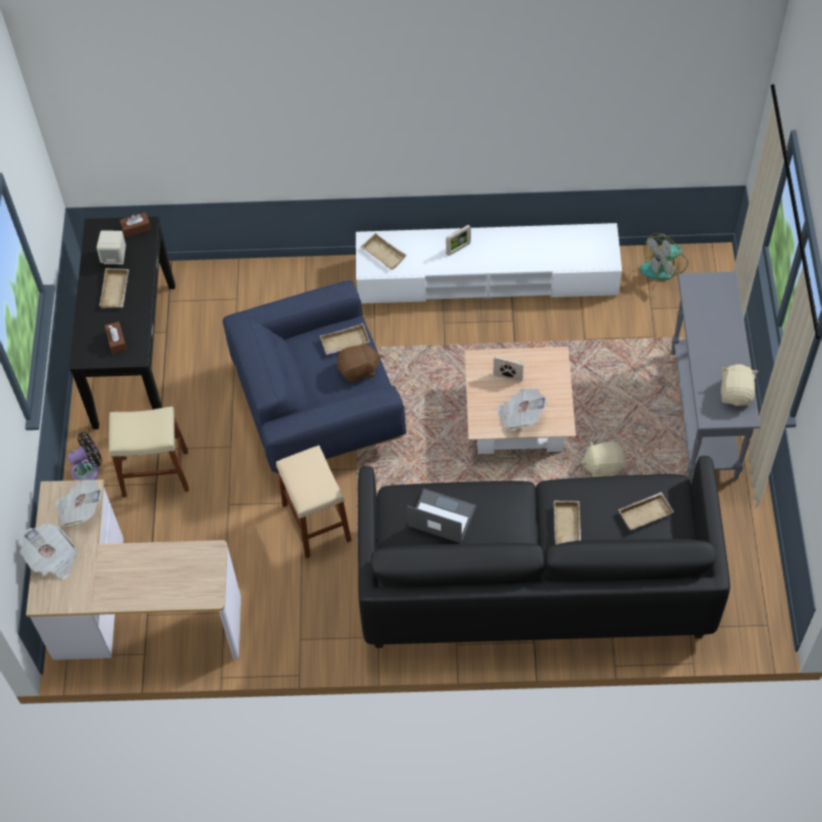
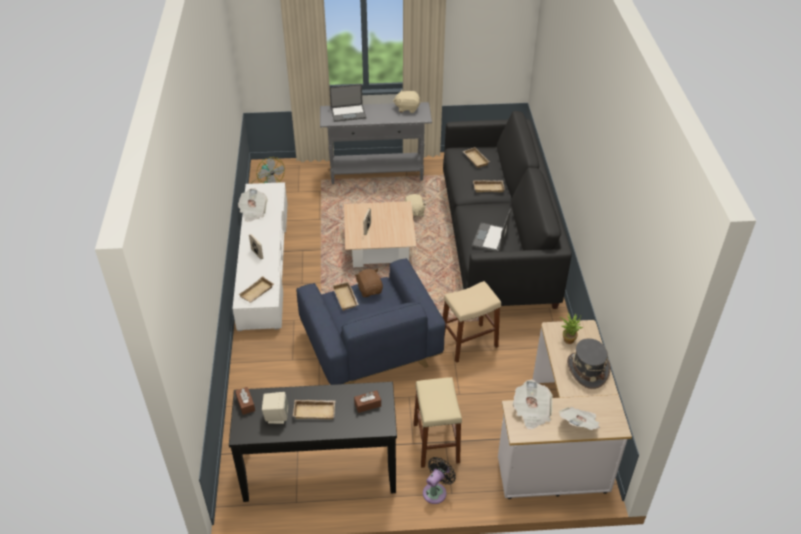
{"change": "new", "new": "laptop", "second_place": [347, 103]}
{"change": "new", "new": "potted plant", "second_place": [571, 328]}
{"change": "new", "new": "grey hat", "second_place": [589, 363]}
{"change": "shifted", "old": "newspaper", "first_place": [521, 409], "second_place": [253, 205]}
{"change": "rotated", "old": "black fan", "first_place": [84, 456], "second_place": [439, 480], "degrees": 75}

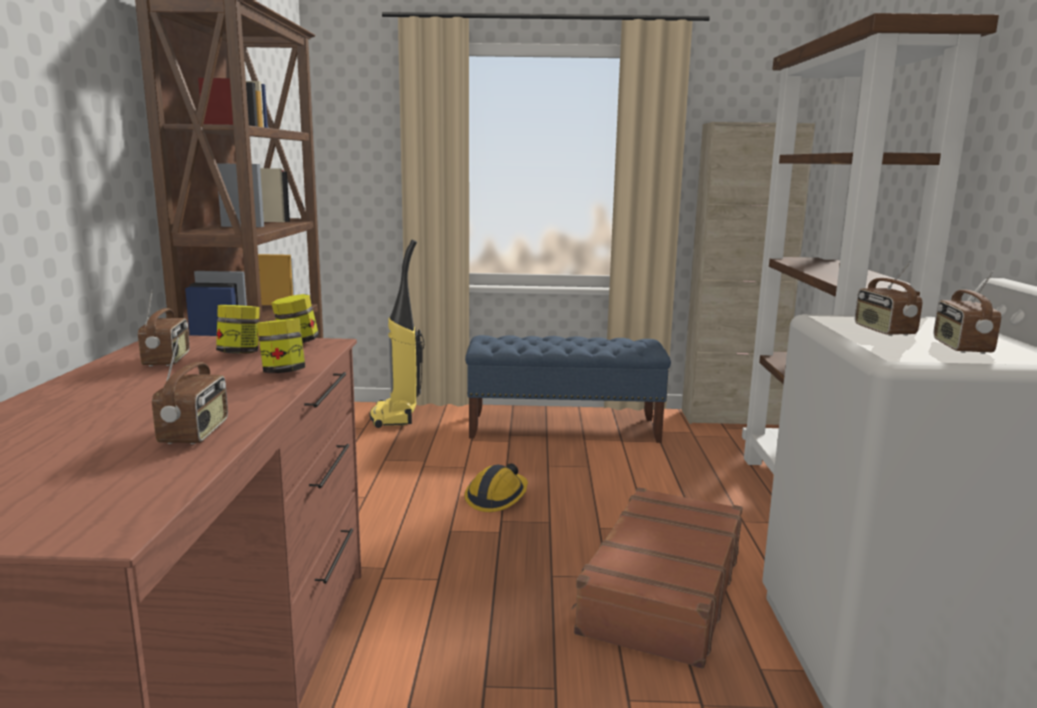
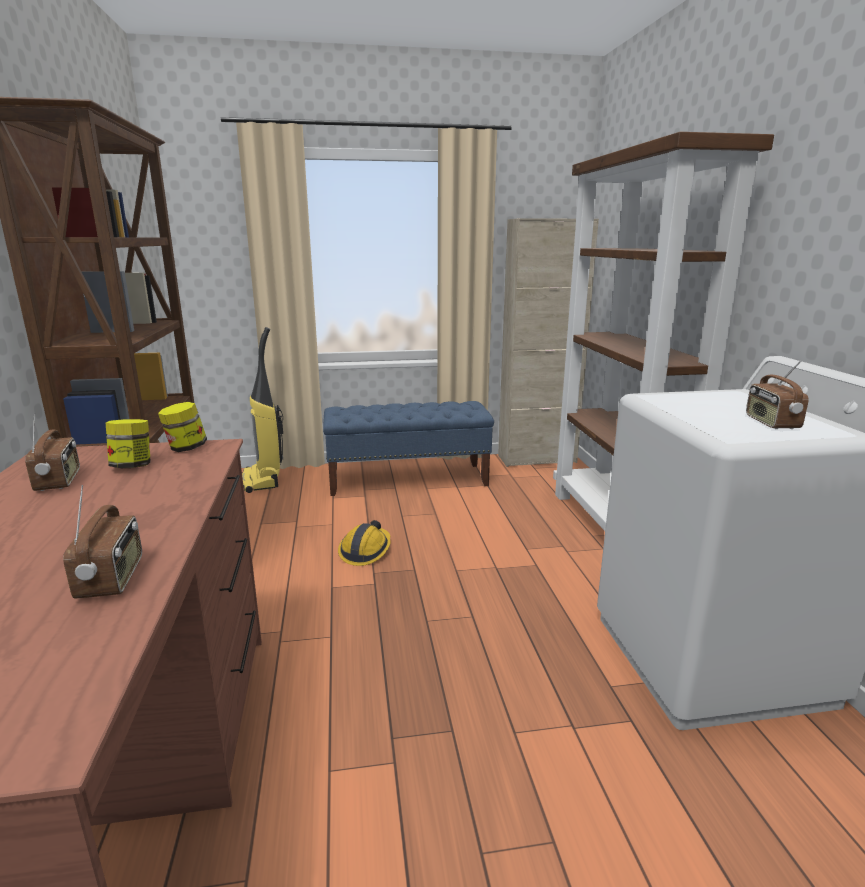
{"change": "gone", "old": "jar", "first_place": [281, 345]}
{"change": "gone", "old": "brown suitcase", "first_place": [656, 578]}
{"change": "gone", "old": "radio", "first_place": [888, 298]}

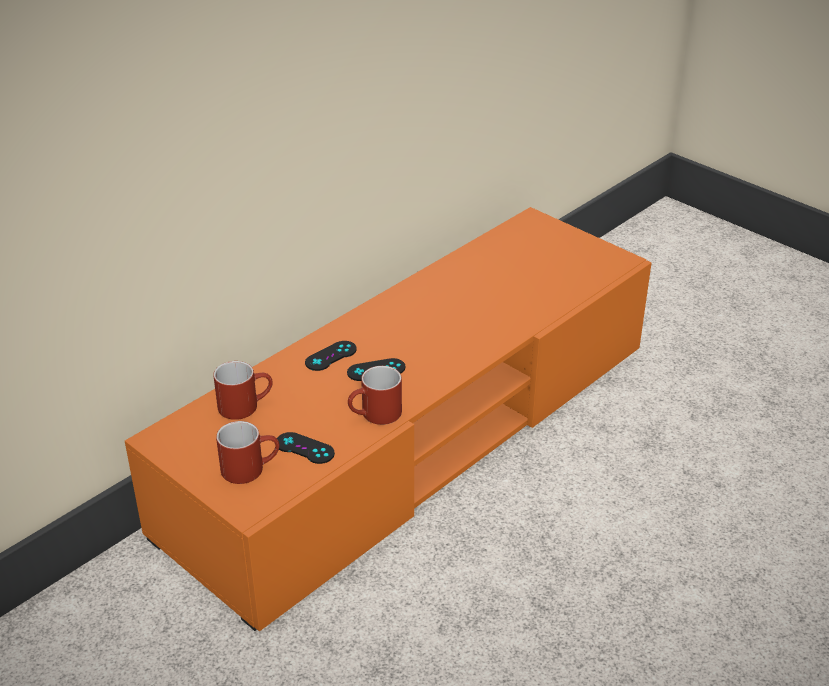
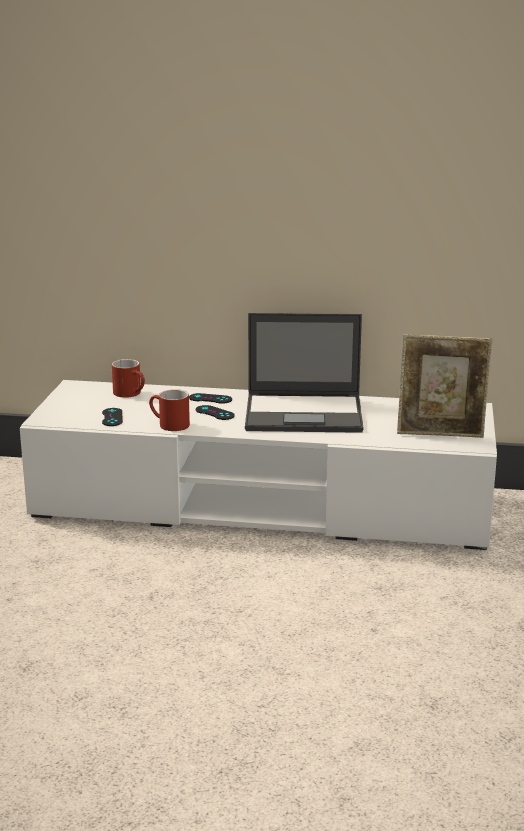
{"change": "gone", "old": "red mug", "first_place": [247, 452]}
{"change": "new", "new": "laptop", "second_place": [304, 373]}
{"change": "new", "new": "picture frame", "second_place": [445, 386]}
{"change": "repainted", "old": "orange tv stand", "new": "white tv stand", "first_place": [388, 419], "second_place": [258, 465]}

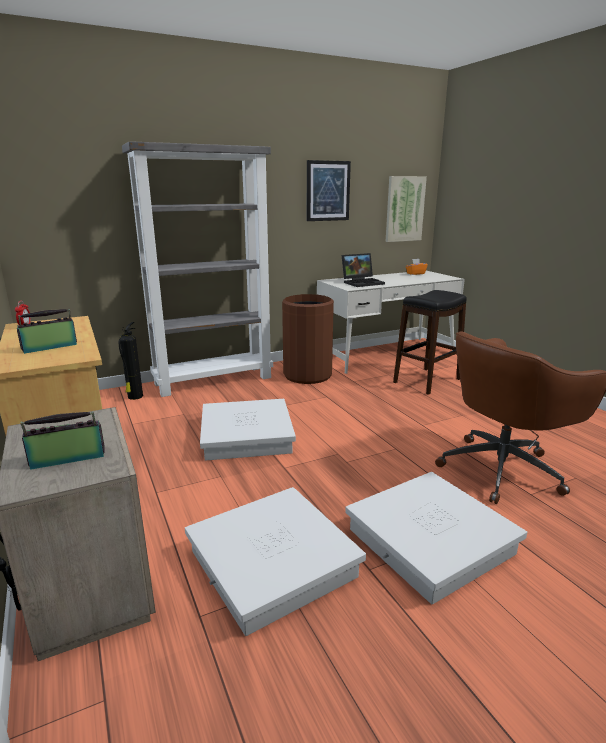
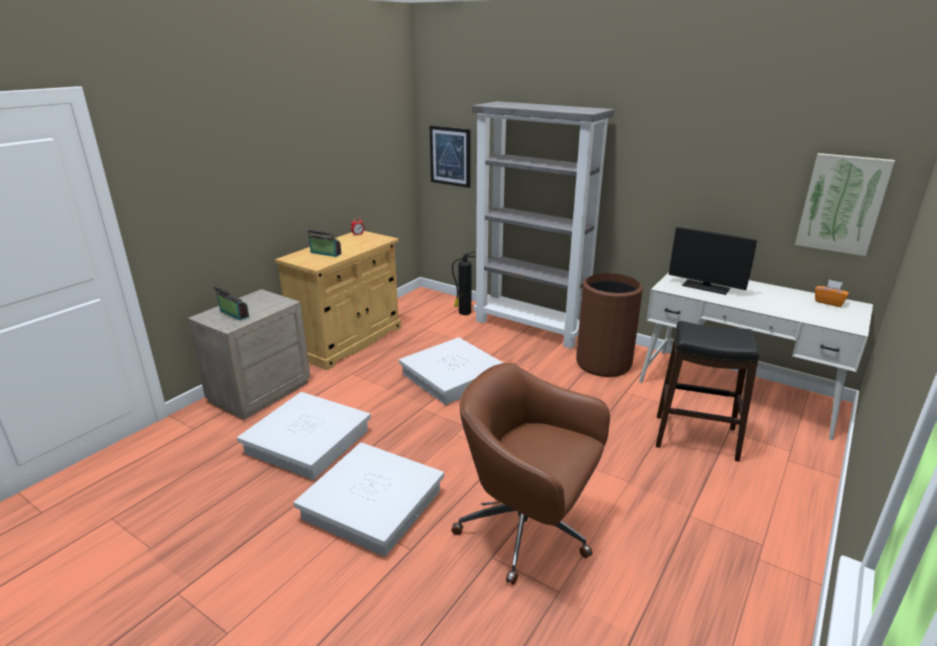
{"change": "shifted", "old": "picture", "first_place": [329, 190], "second_place": [450, 157]}
{"change": "swapped", "old": "laptop", "new": "monitor", "first_place": [363, 270], "second_place": [713, 261]}

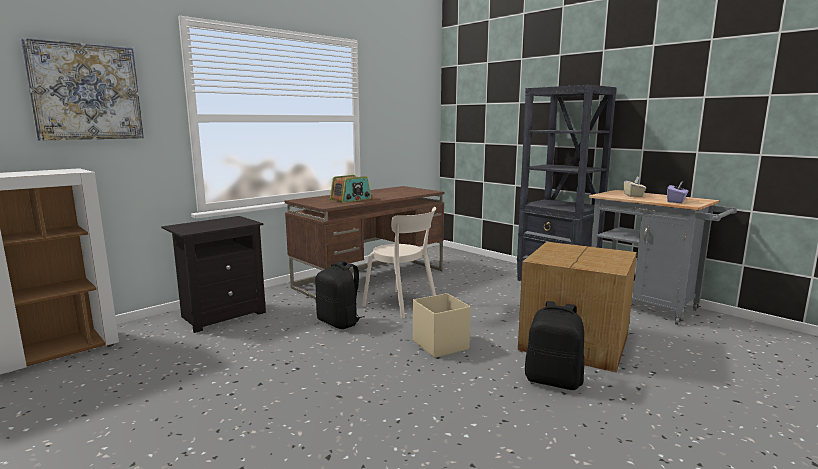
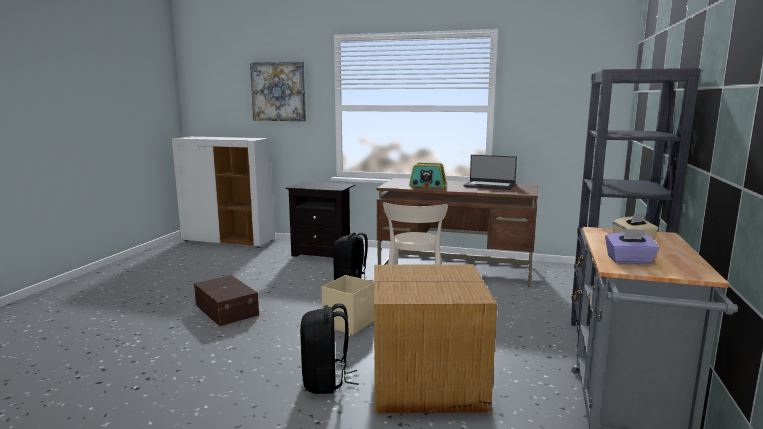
{"change": "new", "new": "brown storage box", "second_place": [226, 300]}
{"change": "new", "new": "laptop", "second_place": [490, 172]}

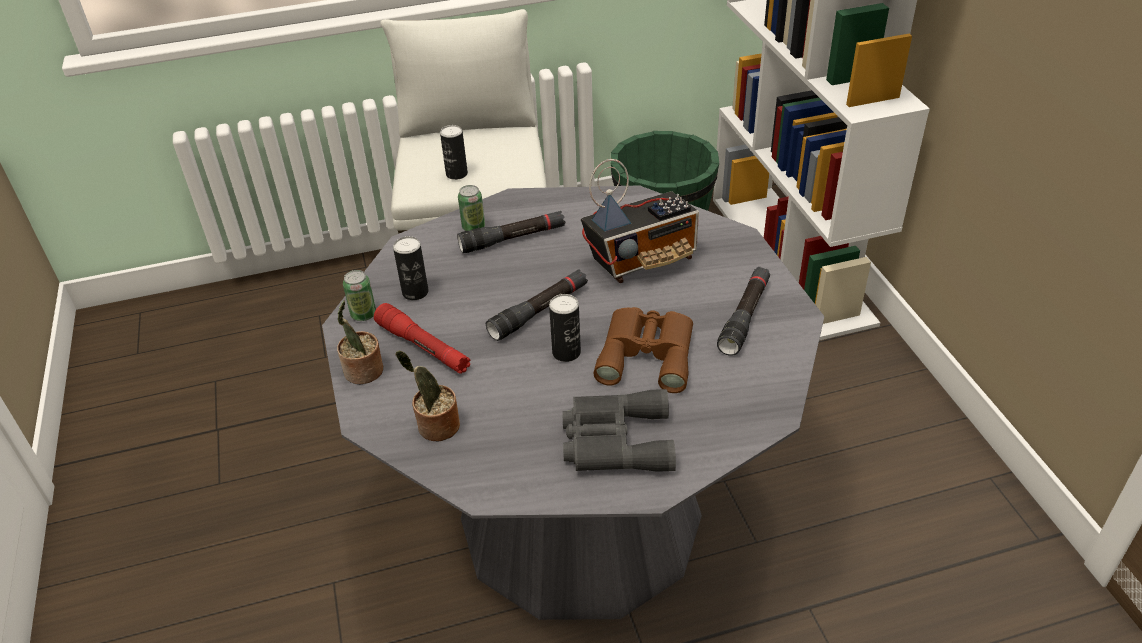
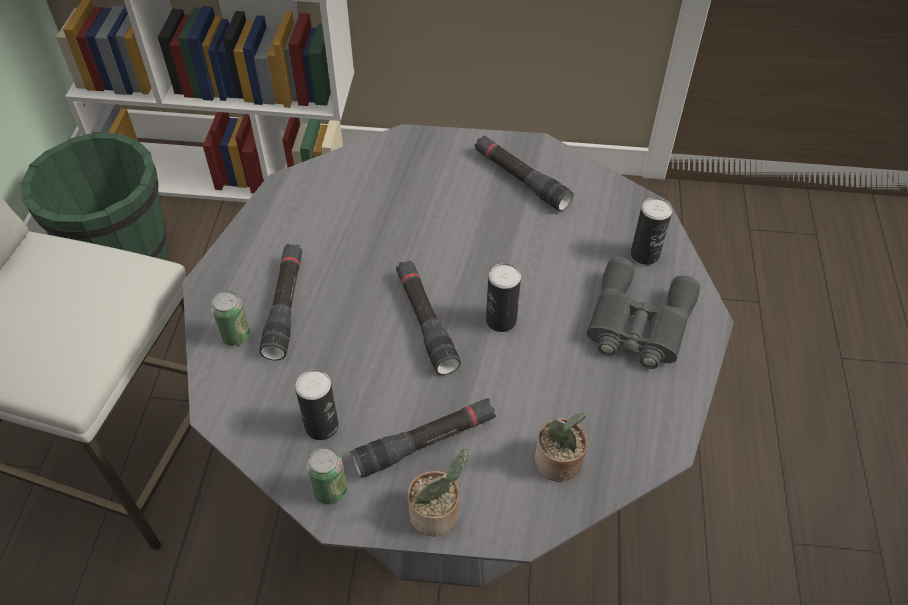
{"change": "gone", "old": "radio", "first_place": [640, 221]}
{"change": "gone", "old": "brown binoculars", "first_place": [643, 350]}
{"change": "shifted", "old": "can", "first_place": [454, 152], "second_place": [651, 231]}
{"change": "repainted", "old": "red flashlight", "new": "black flashlight", "first_place": [422, 338], "second_place": [423, 438]}

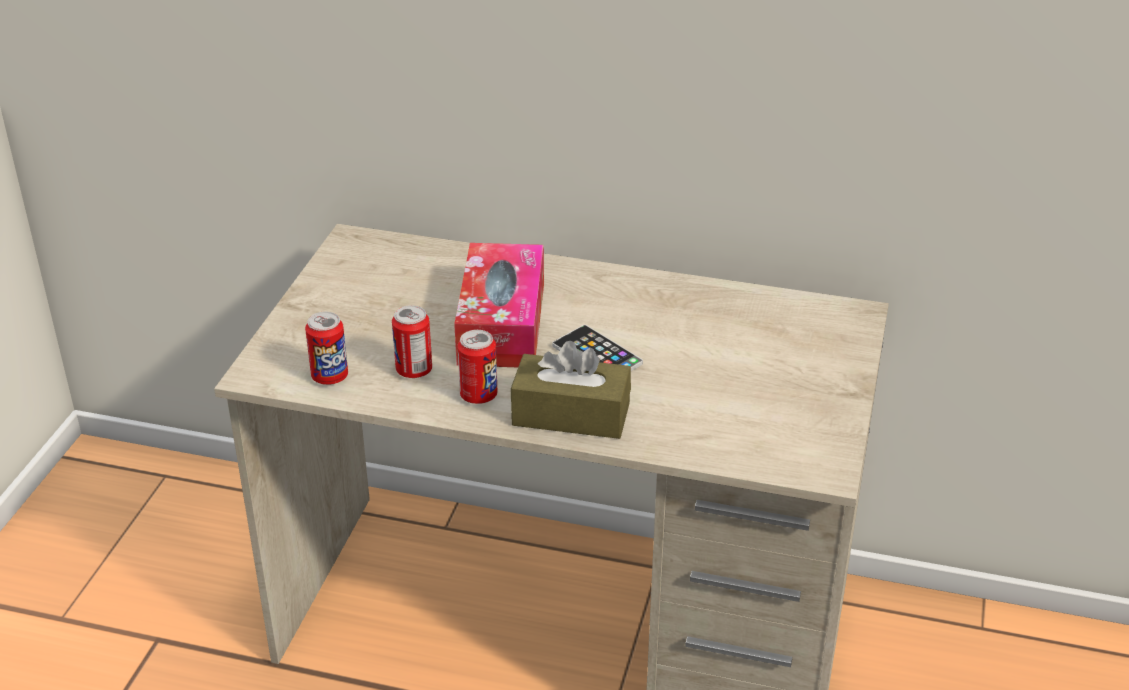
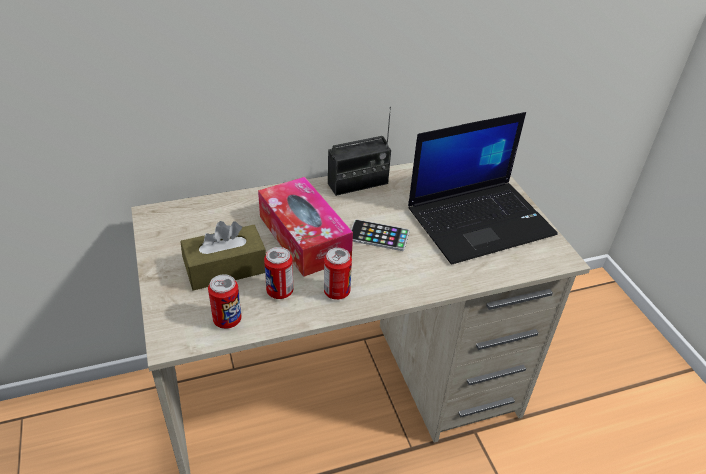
{"change": "new", "new": "radio", "second_place": [359, 151]}
{"change": "new", "new": "laptop", "second_place": [483, 188]}
{"change": "shifted", "old": "brown tissue box", "first_place": [571, 390], "second_place": [223, 256]}

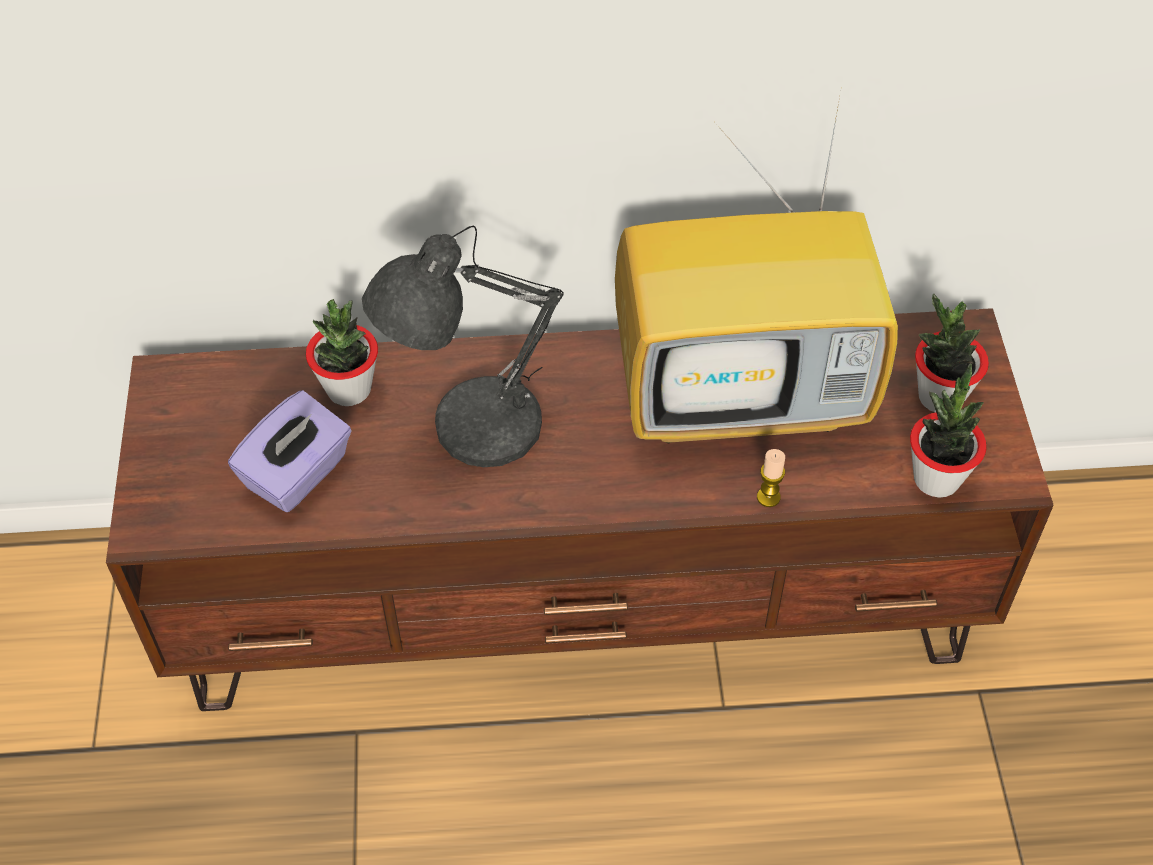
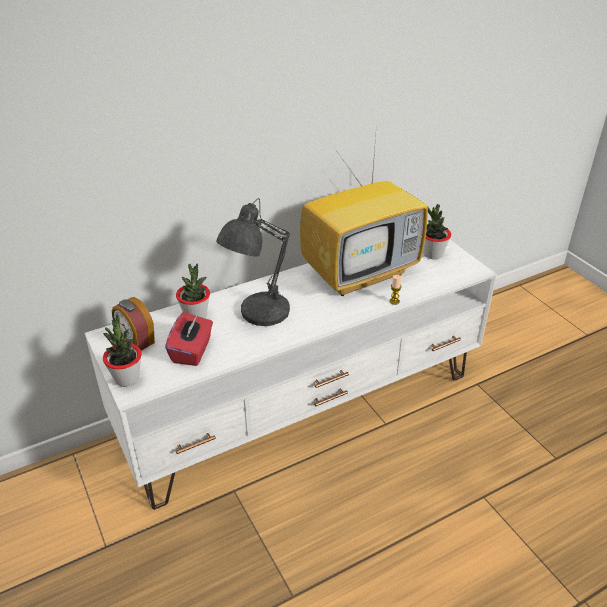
{"change": "new", "new": "alarm clock", "second_place": [133, 324]}
{"change": "shifted", "old": "potted plant", "first_place": [948, 430], "second_place": [122, 349]}
{"change": "repainted", "old": "brown tv stand", "new": "white tv stand", "first_place": [580, 509], "second_place": [291, 375]}
{"change": "repainted", "old": "purple tissue box", "new": "red tissue box", "first_place": [290, 451], "second_place": [189, 339]}

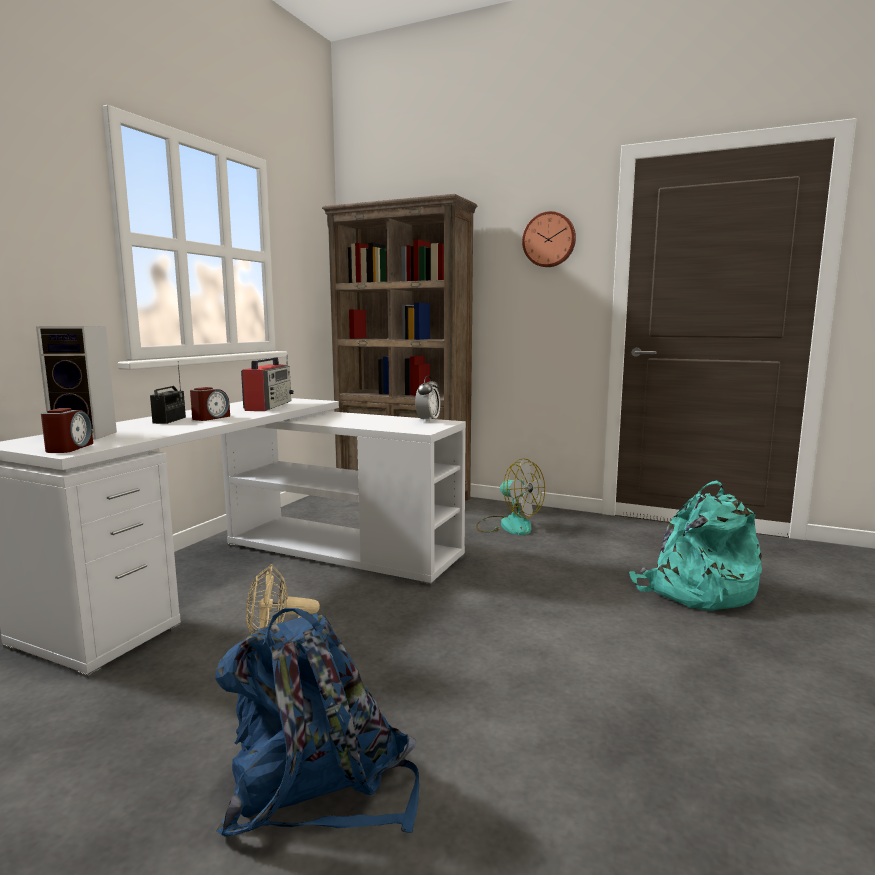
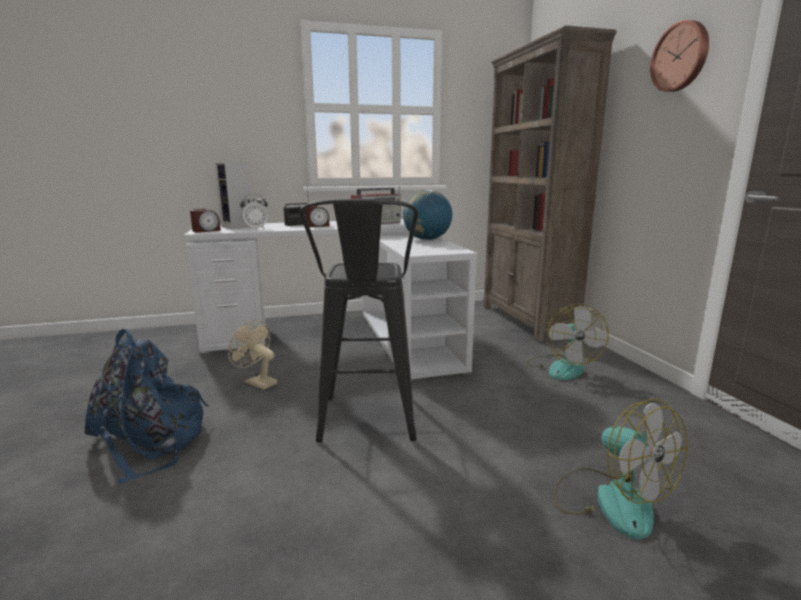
{"change": "new", "new": "black stool", "second_place": [358, 320]}
{"change": "new", "new": "globe", "second_place": [427, 215]}
{"change": "shifted", "old": "alarm clock", "first_place": [427, 399], "second_place": [254, 212]}
{"change": "swapped", "old": "turquoise backpack", "new": "fan", "first_place": [695, 545], "second_place": [620, 469]}

